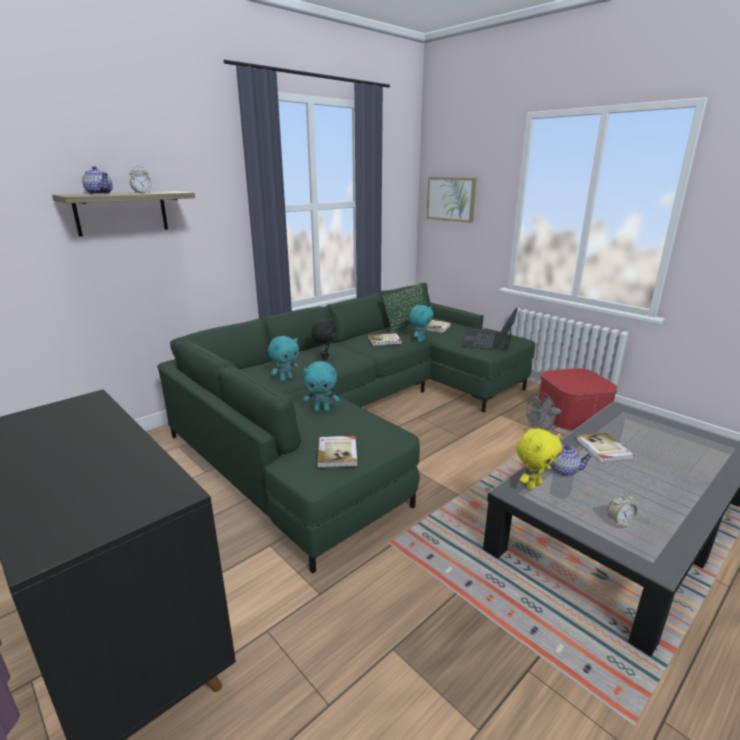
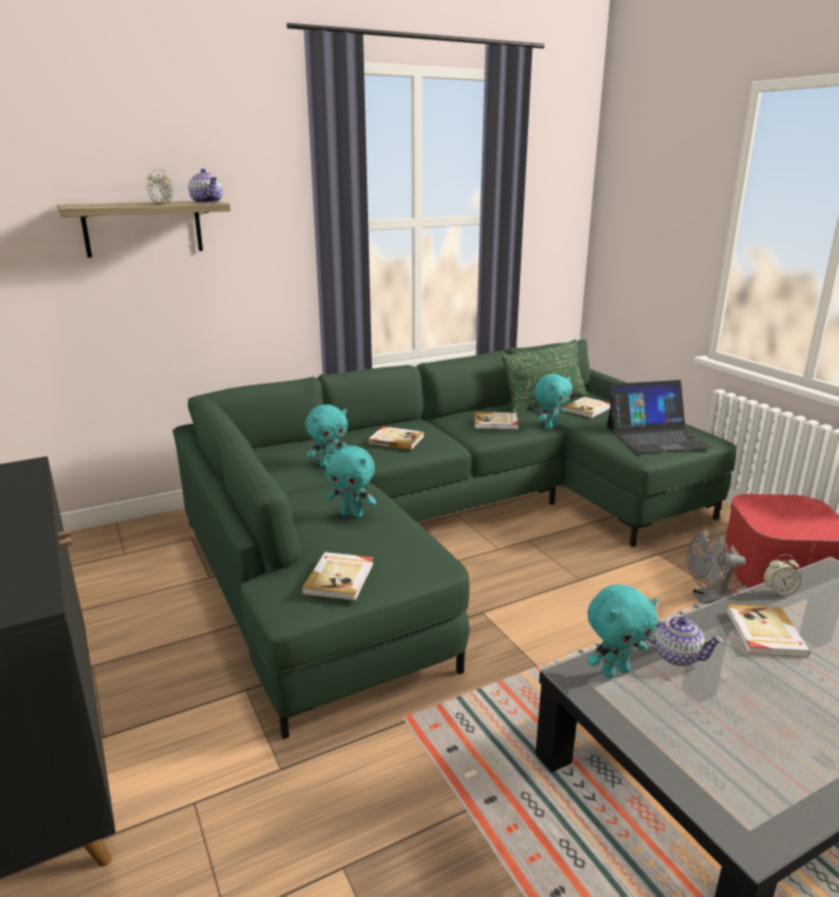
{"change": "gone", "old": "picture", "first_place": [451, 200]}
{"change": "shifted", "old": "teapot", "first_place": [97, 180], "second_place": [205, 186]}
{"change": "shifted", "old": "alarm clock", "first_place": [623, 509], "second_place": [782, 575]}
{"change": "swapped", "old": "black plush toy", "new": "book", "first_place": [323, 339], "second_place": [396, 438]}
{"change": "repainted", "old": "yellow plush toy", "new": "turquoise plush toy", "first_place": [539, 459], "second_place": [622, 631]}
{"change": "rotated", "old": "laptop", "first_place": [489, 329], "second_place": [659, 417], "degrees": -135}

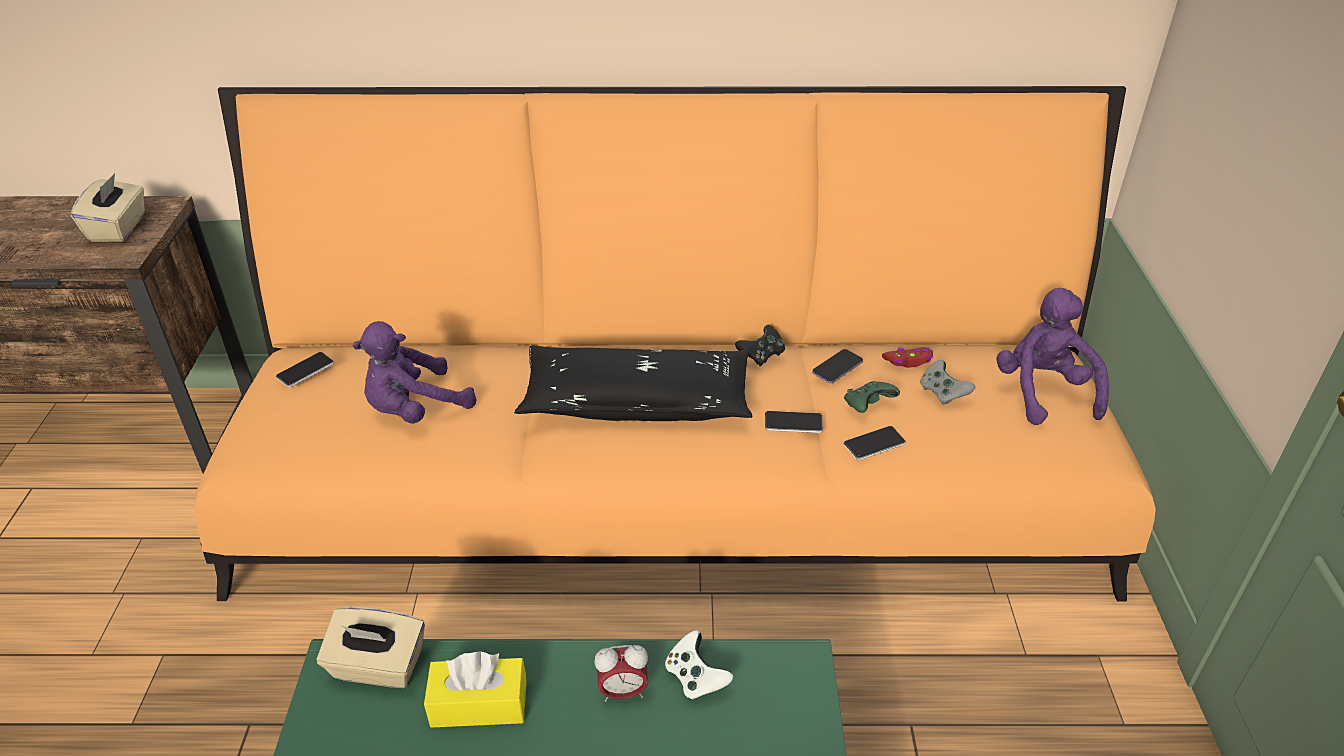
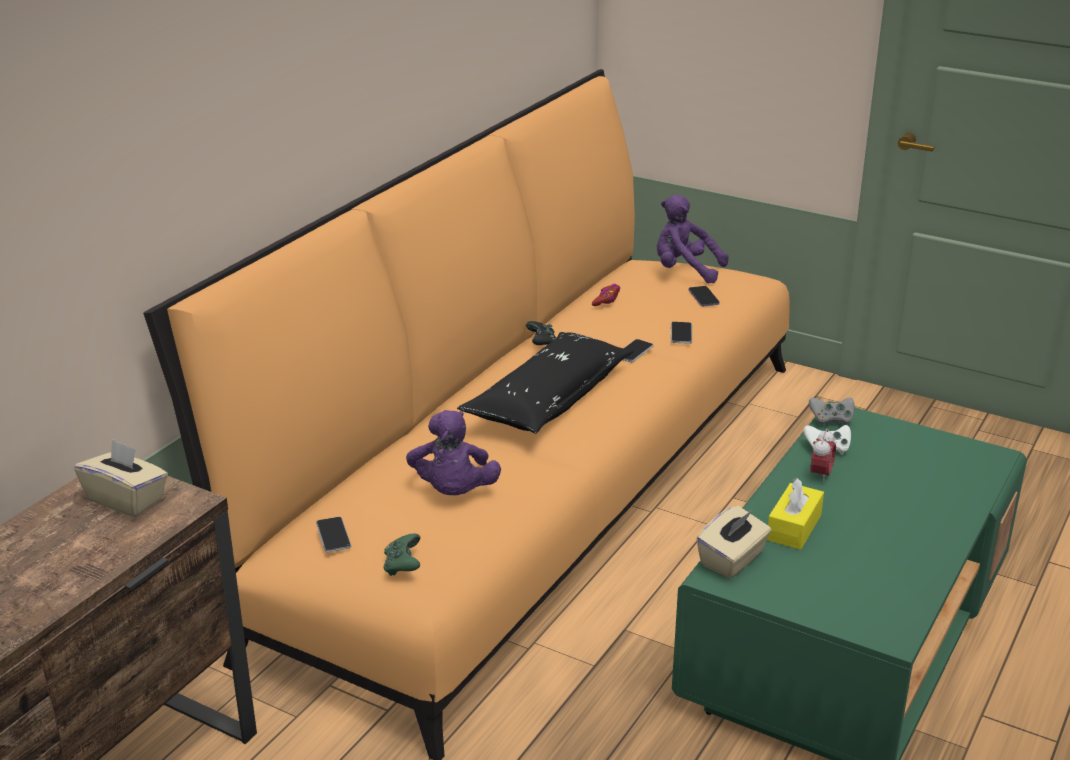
{"change": "shifted", "old": "phone", "first_place": [837, 366], "second_place": [704, 296]}
{"change": "shifted", "old": "green game controller", "first_place": [872, 397], "second_place": [402, 555]}
{"change": "shifted", "old": "grey game controller", "first_place": [947, 383], "second_place": [832, 411]}

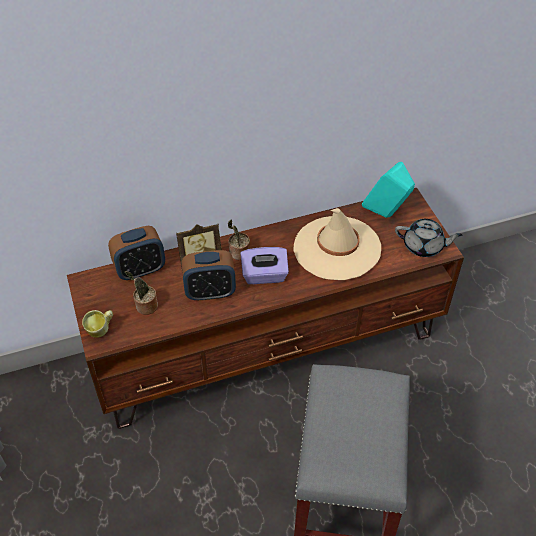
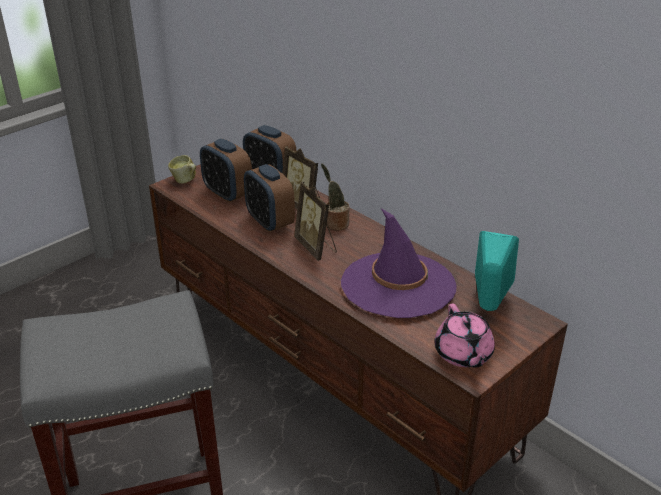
{"change": "swapped", "old": "potted plant", "new": "alarm clock", "first_place": [141, 293], "second_place": [226, 171]}
{"change": "swapped", "old": "purple tissue box", "new": "picture frame", "first_place": [265, 265], "second_place": [315, 221]}
{"change": "repainted", "old": "beige hat", "new": "purple hat", "first_place": [337, 244], "second_place": [399, 263]}
{"change": "repainted", "old": "grey teapot", "new": "pink teapot", "first_place": [428, 238], "second_place": [464, 335]}

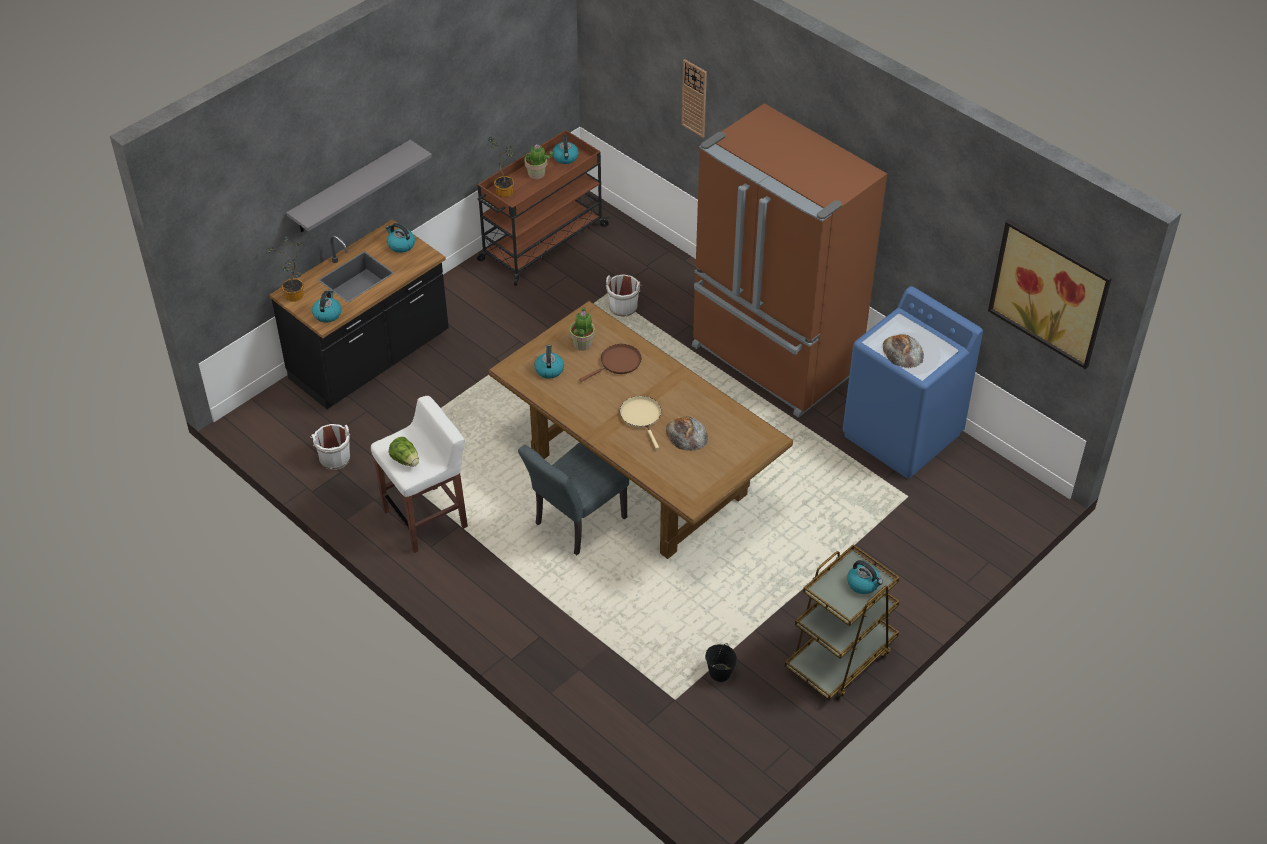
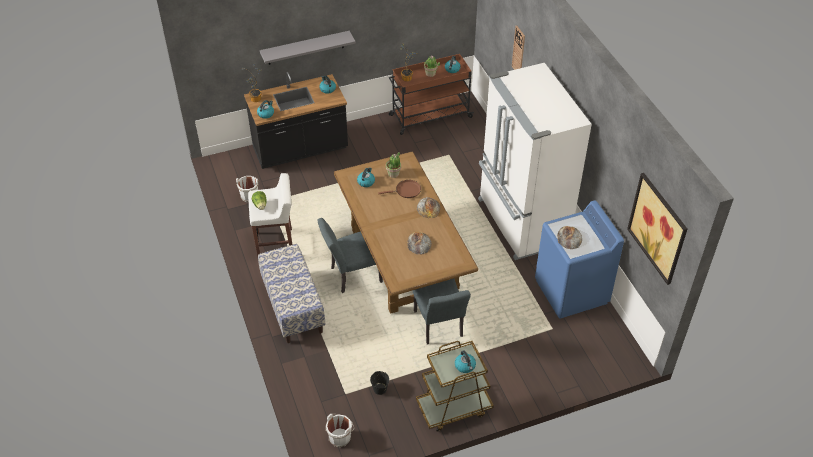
{"change": "gone", "old": "beige frying pan", "first_place": [640, 422]}
{"change": "new", "new": "bench", "second_place": [291, 293]}
{"change": "new", "new": "grey chair", "second_place": [441, 311]}
{"change": "new", "new": "bread", "second_place": [428, 207]}
{"change": "shifted", "old": "white bucket", "first_place": [624, 295], "second_place": [339, 430]}
{"change": "repainted", "old": "brown fridge", "new": "white fridge", "first_place": [789, 260], "second_place": [535, 161]}

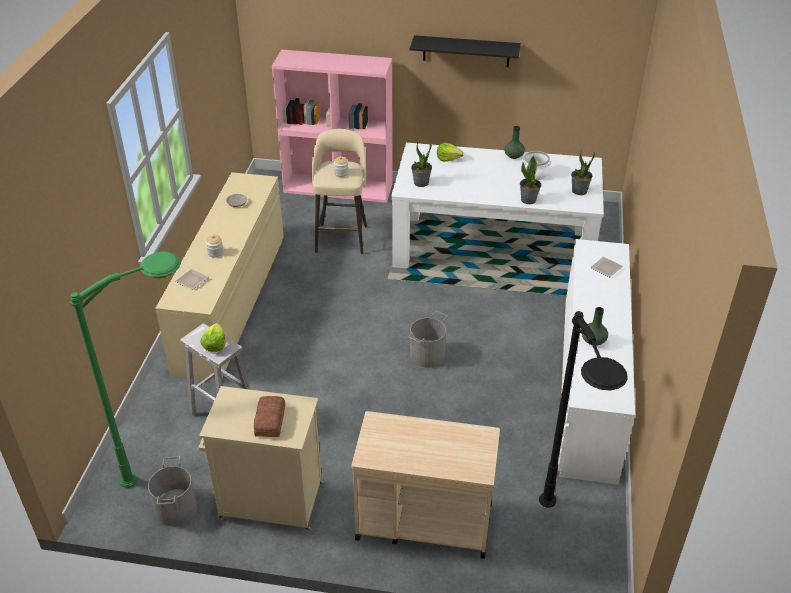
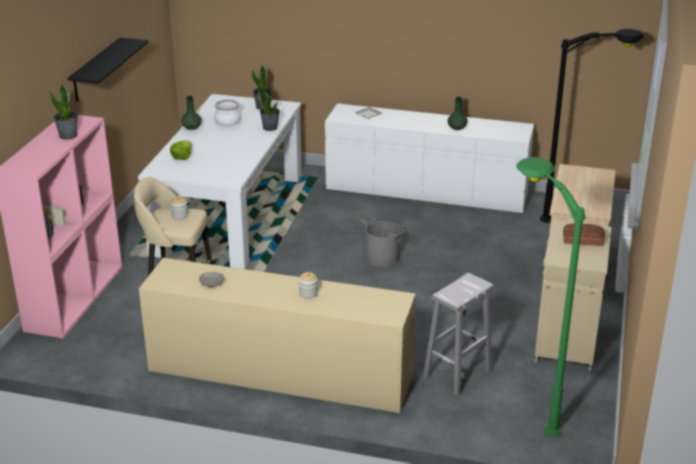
{"change": "gone", "old": "grey bucket", "first_place": [172, 491]}
{"change": "gone", "old": "plate", "first_place": [192, 279]}
{"change": "gone", "old": "lettuce", "first_place": [213, 337]}
{"change": "shifted", "old": "potted plant", "first_place": [421, 164], "second_place": [64, 112]}

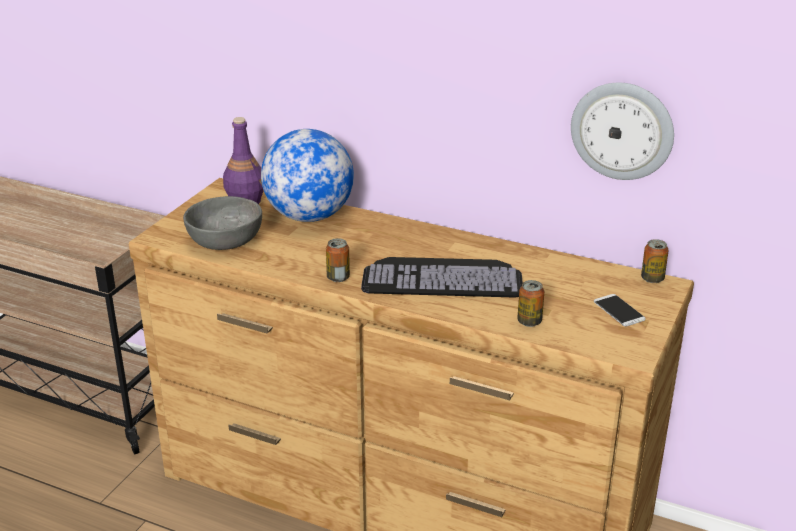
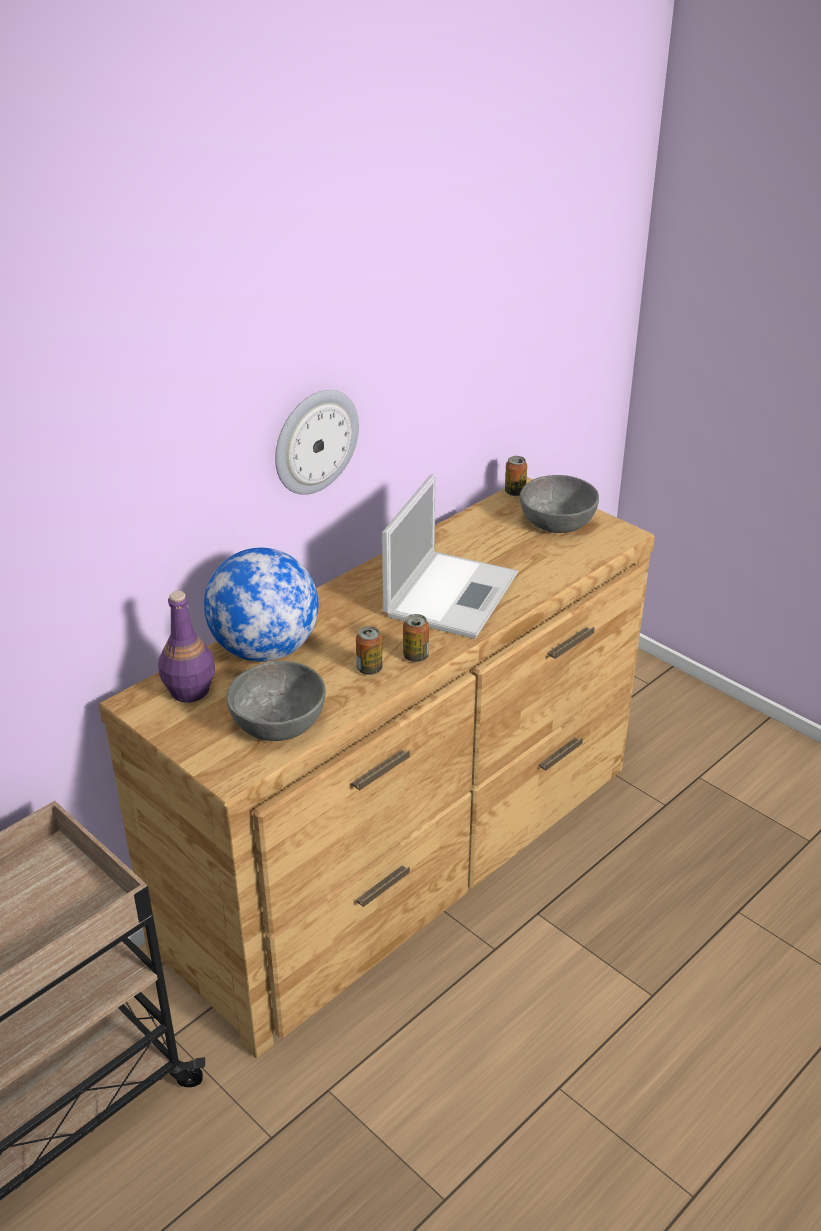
{"change": "shifted", "old": "can", "first_place": [530, 303], "second_place": [369, 650]}
{"change": "shifted", "old": "wall clock", "first_place": [622, 131], "second_place": [317, 442]}
{"change": "swapped", "old": "keyboard", "new": "laptop", "first_place": [442, 277], "second_place": [450, 556]}
{"change": "swapped", "old": "phone", "new": "grey bowl", "first_place": [620, 310], "second_place": [559, 504]}

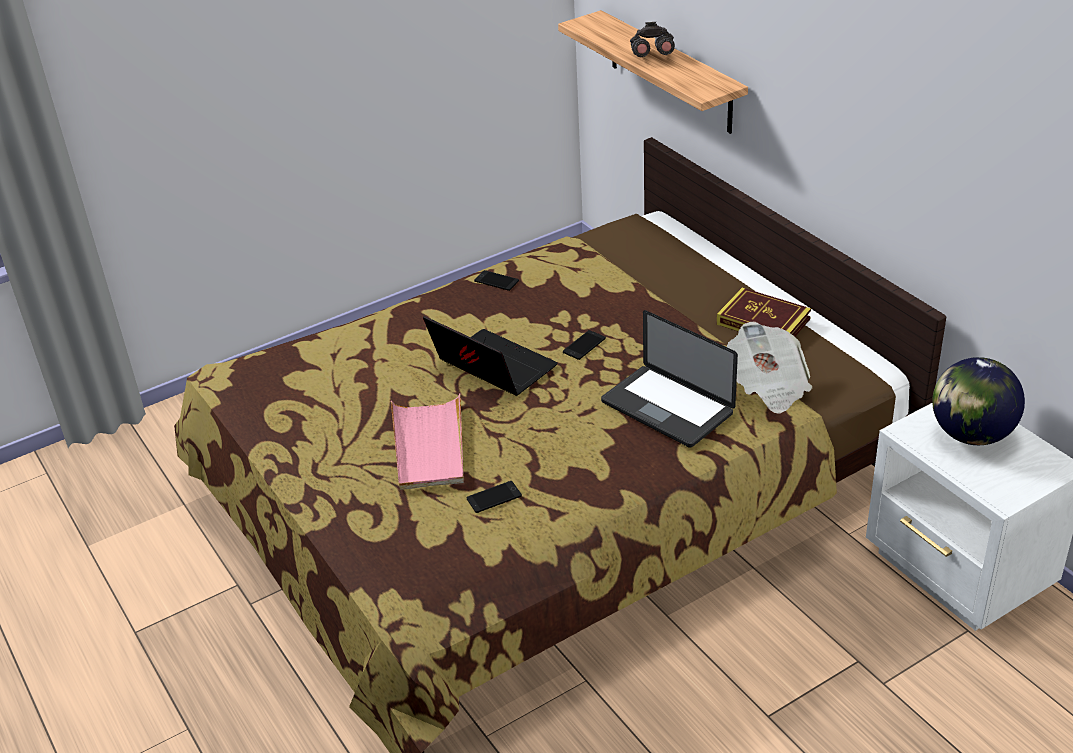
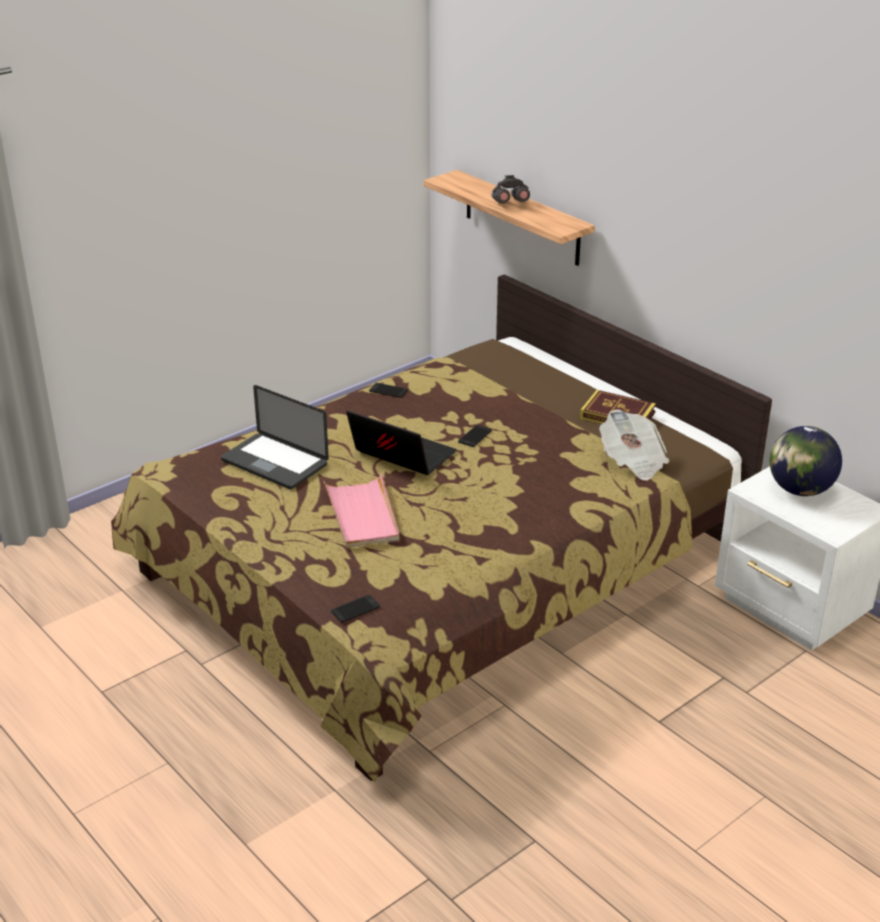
{"change": "shifted", "old": "phone", "first_place": [494, 497], "second_place": [355, 609]}
{"change": "shifted", "old": "laptop", "first_place": [669, 379], "second_place": [275, 437]}

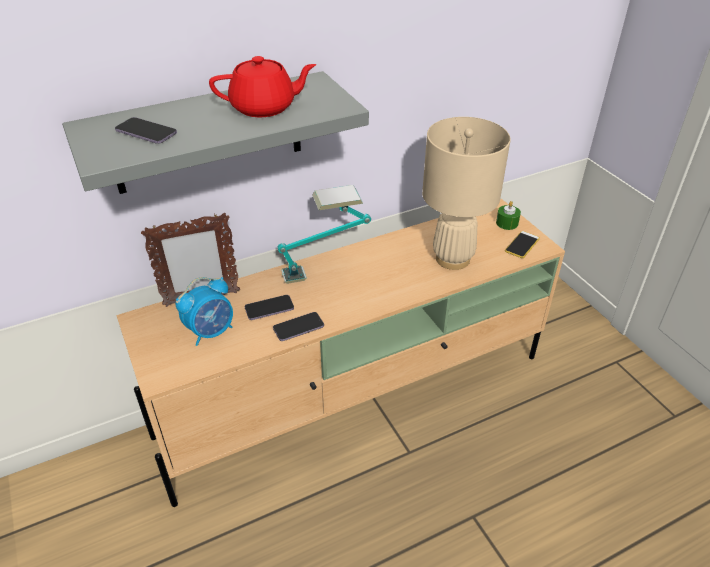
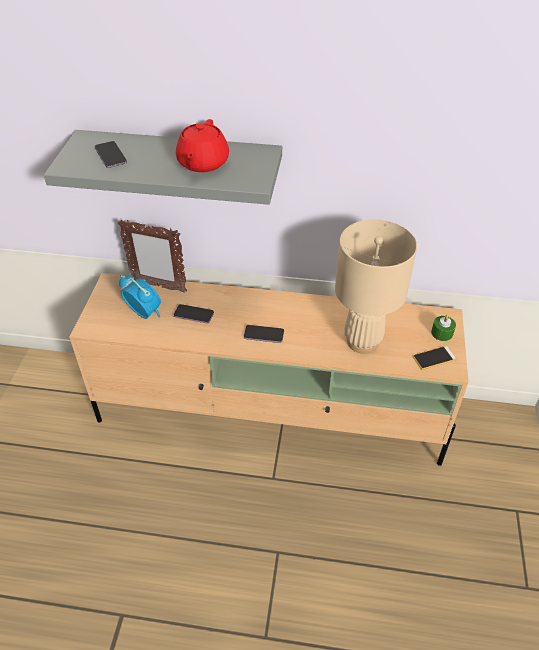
{"change": "gone", "old": "table lamp", "first_place": [324, 234]}
{"change": "shifted", "old": "phone", "first_place": [298, 326], "second_place": [264, 334]}
{"change": "rotated", "old": "alarm clock", "first_place": [204, 311], "second_place": [140, 297], "degrees": -135}
{"change": "rotated", "old": "red teapot", "first_place": [262, 86], "second_place": [202, 145], "degrees": 75}

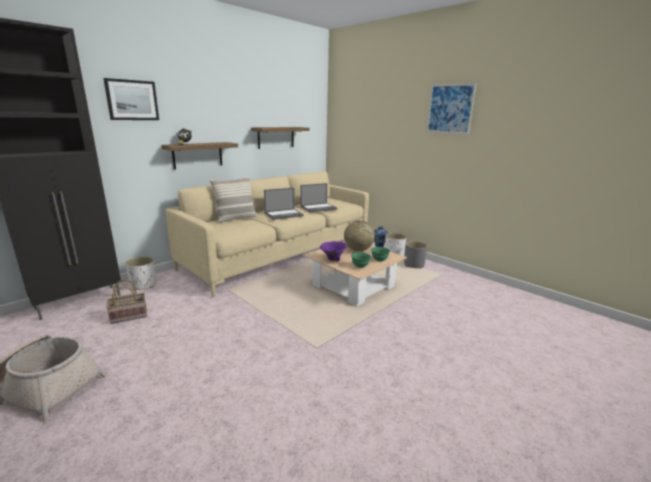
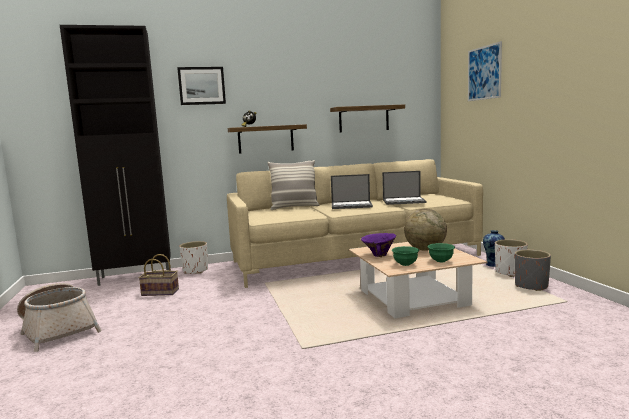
{"change": "shifted", "old": "picture", "first_place": [451, 108], "second_place": [485, 71]}

